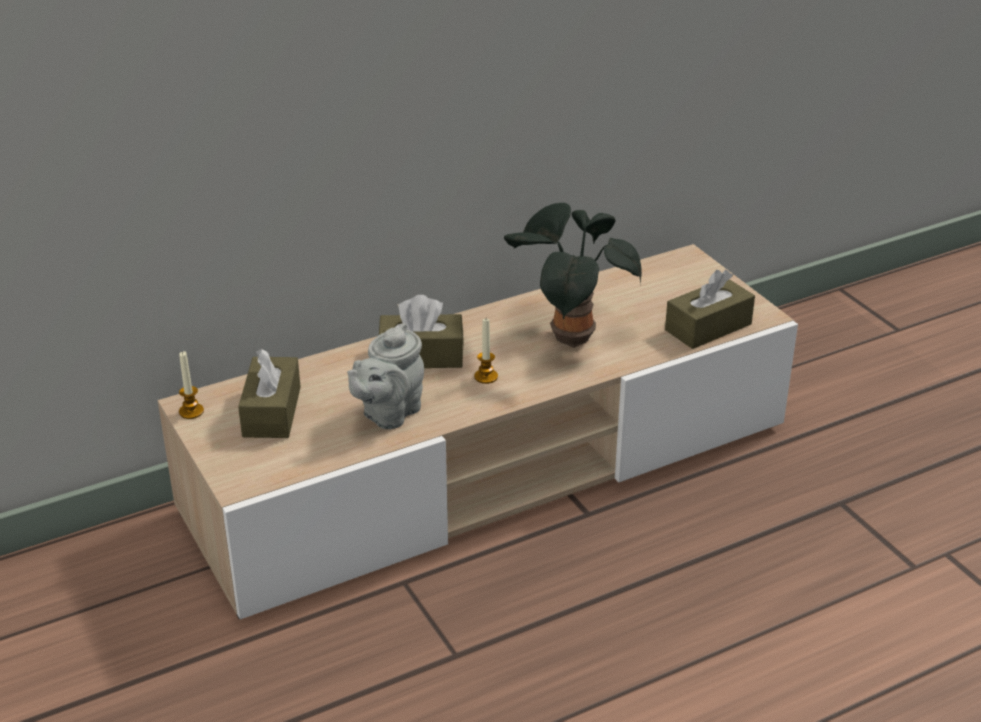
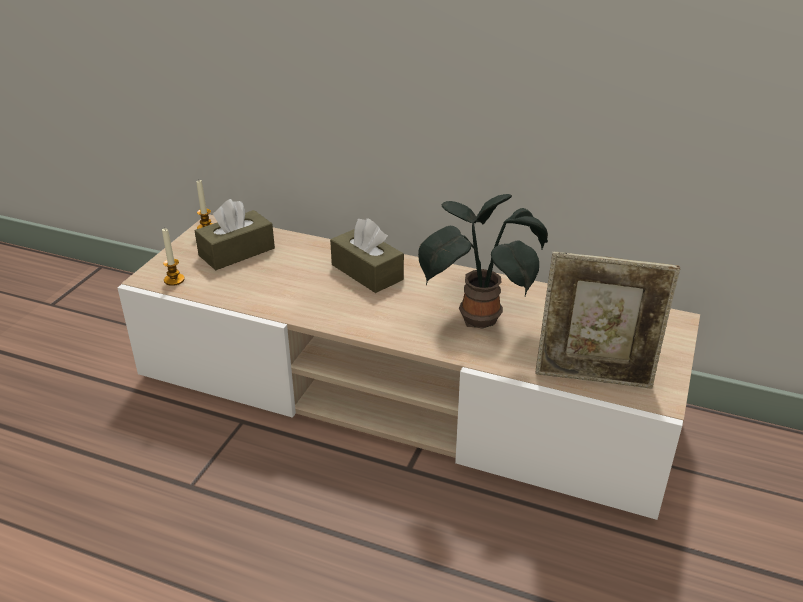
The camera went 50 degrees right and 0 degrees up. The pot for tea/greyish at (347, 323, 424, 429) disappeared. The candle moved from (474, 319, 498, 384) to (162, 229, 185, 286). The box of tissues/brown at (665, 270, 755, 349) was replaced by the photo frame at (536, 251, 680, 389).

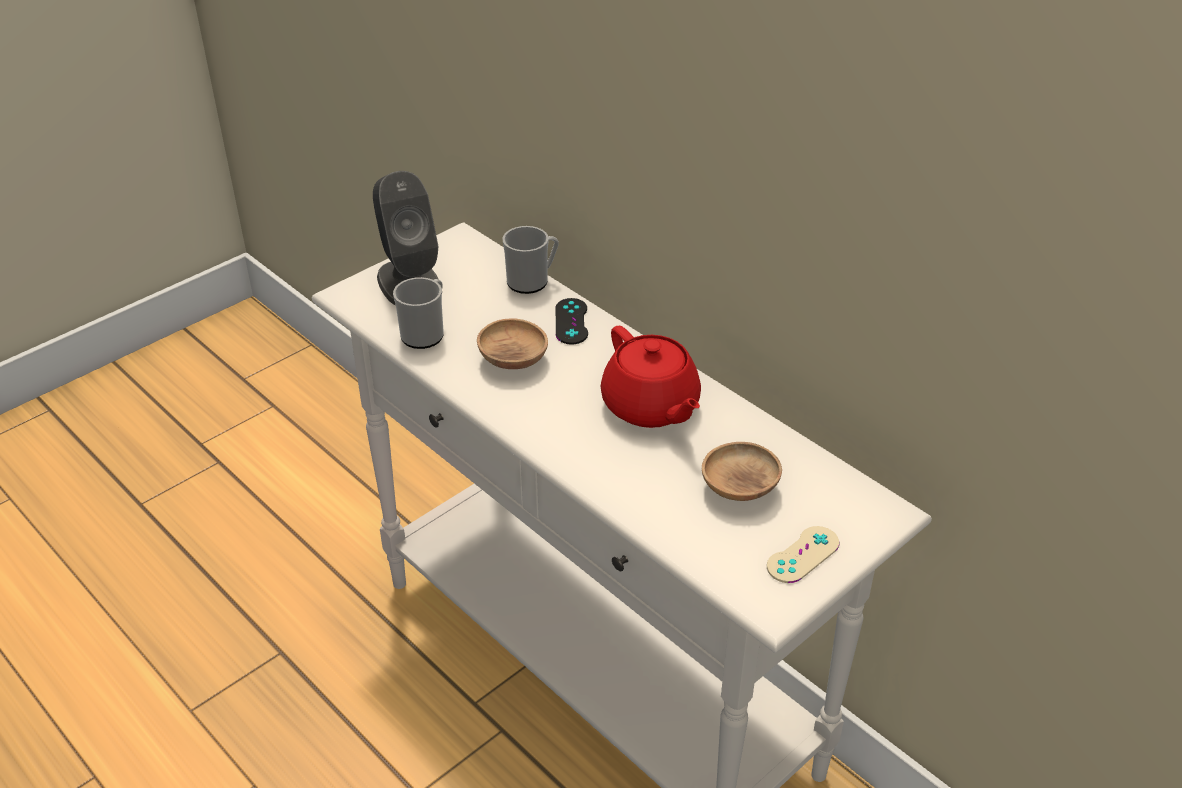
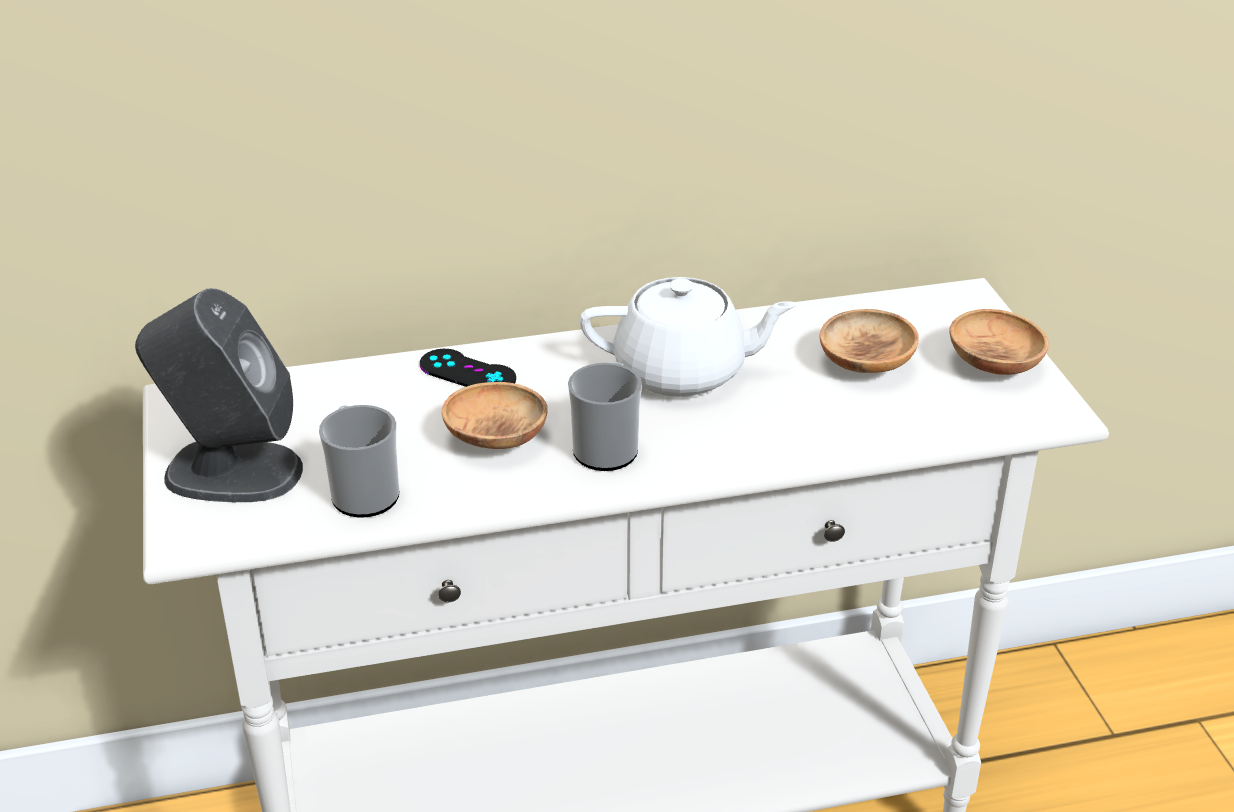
The camera went 60 degrees left and 5 degrees down. The tea mug moved from (502, 226, 559, 294) to (568, 362, 642, 471). The game controller/beige-coloured at (767, 526, 839, 583) was replaced by the deep dish/brown at (949, 309, 1049, 375). The pot for tea/reddish at (601, 326, 701, 428) became the pot for tea/white-coloured at (580, 277, 797, 397).

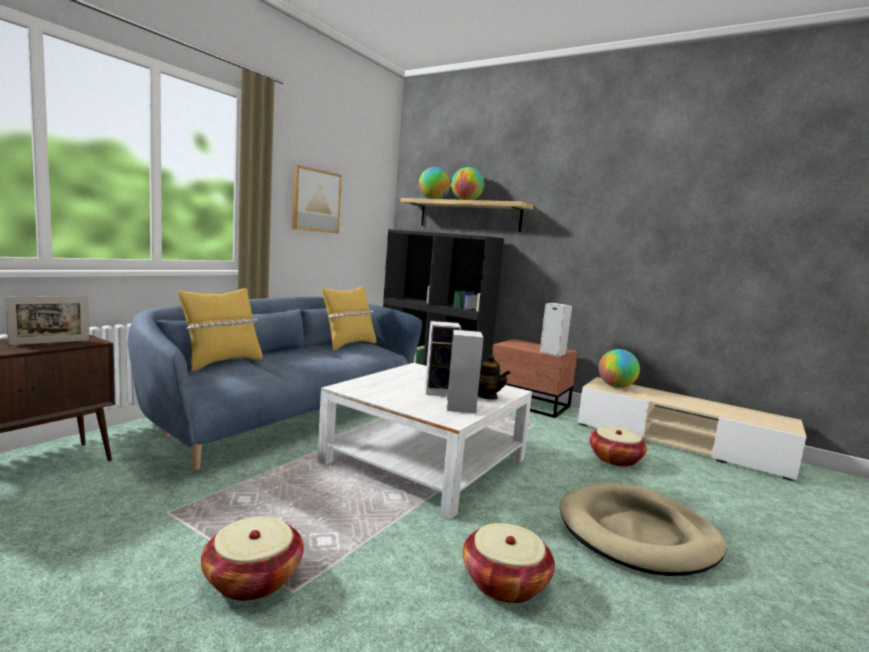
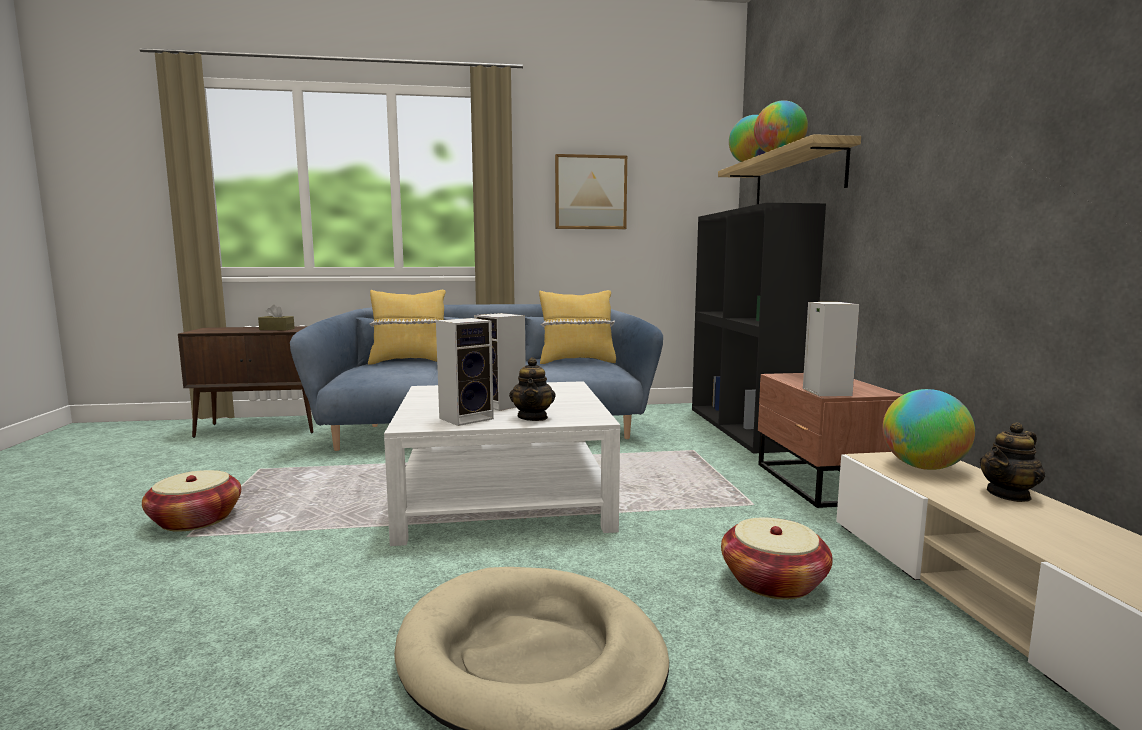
The camera went 50 degrees right and 0 degrees up. The household basket at (463, 523, 555, 603) disappeared. The pot for tea at (980, 422, 1045, 502) appeared. The photo frame at (5, 296, 89, 345) was replaced by the box of tissues/brown at (258, 305, 295, 330).

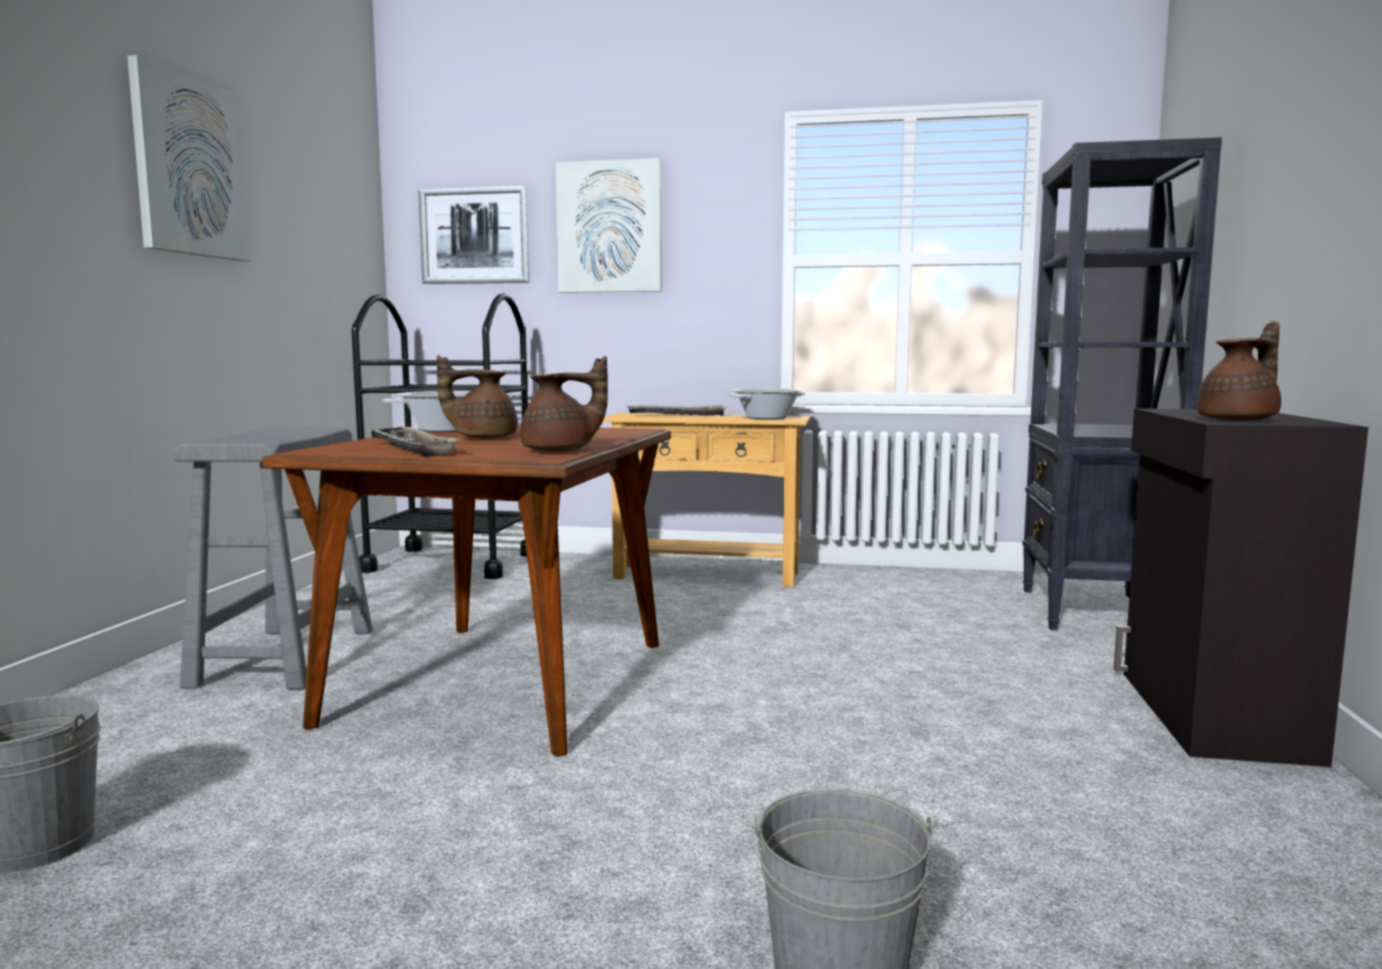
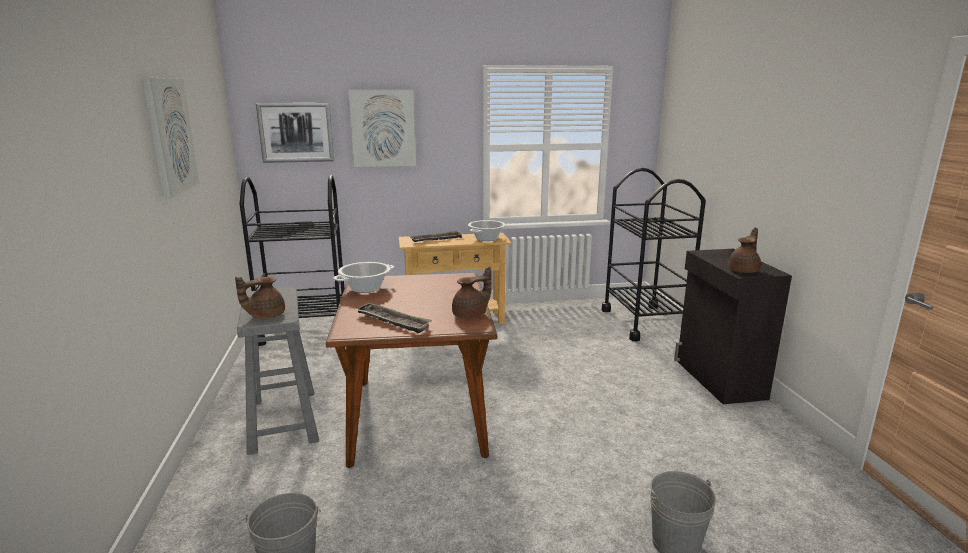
The camera went 20 degrees left and 10 degrees up. The pot for tea/brown moved from (437, 355, 518, 438) to (235, 277, 285, 319). The shelving unit/black at (1022, 137, 1222, 630) was replaced by the wheeled cart/black at (602, 168, 706, 341).

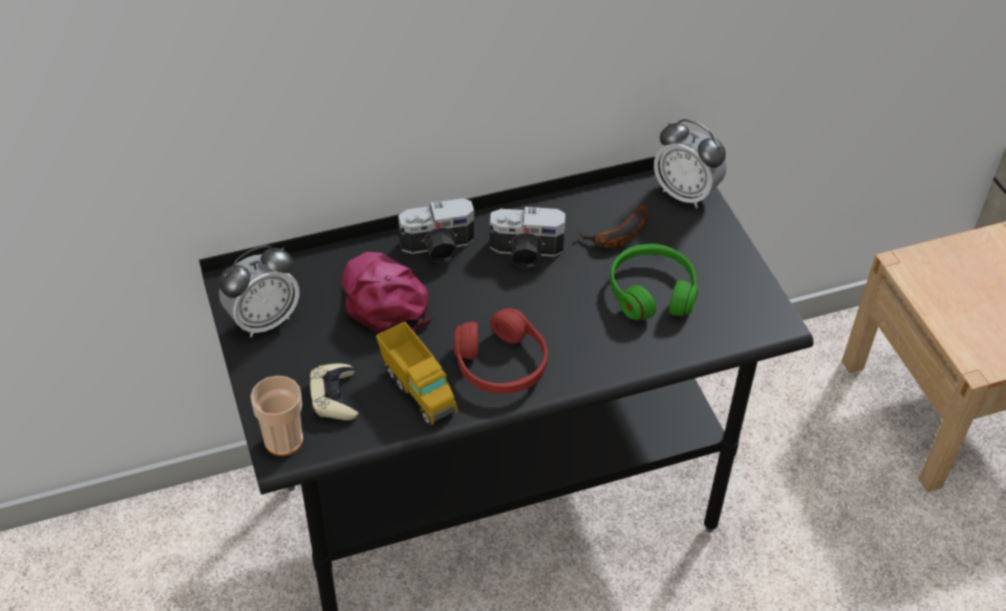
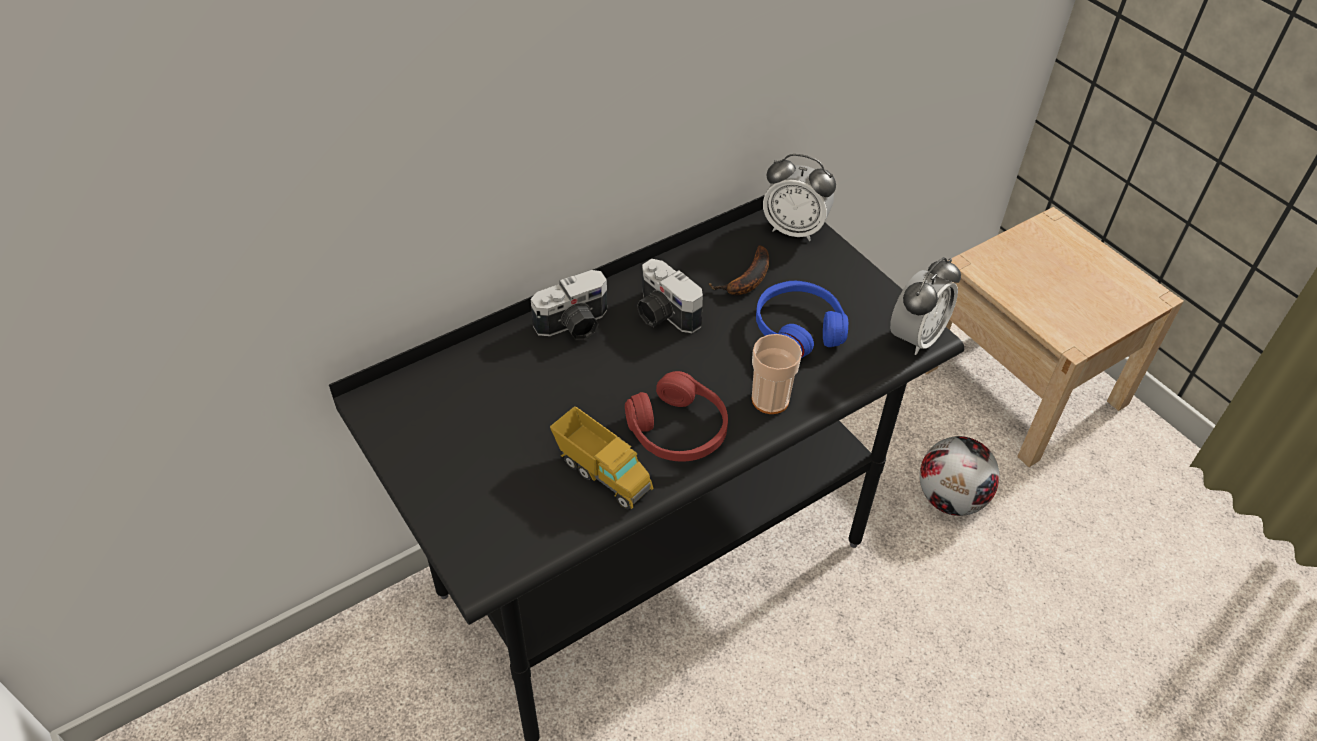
The camera went 15 degrees left and 0 degrees up. The game controller/beige-coloured at (309, 363, 359, 420) disappeared. The cap/pink at (342, 252, 432, 333) disappeared. The ball for football at (919, 436, 999, 516) appeared. The alarm clock moved from (219, 245, 300, 338) to (890, 257, 961, 355). The drinking cup moved from (250, 376, 303, 456) to (752, 334, 802, 414). The pair of headphones/green-coloured at (610, 244, 698, 321) became the pair of headphones/bluish at (756, 281, 848, 358). The photo camera at (490, 207, 566, 269) turned 60 degrees clockwise.

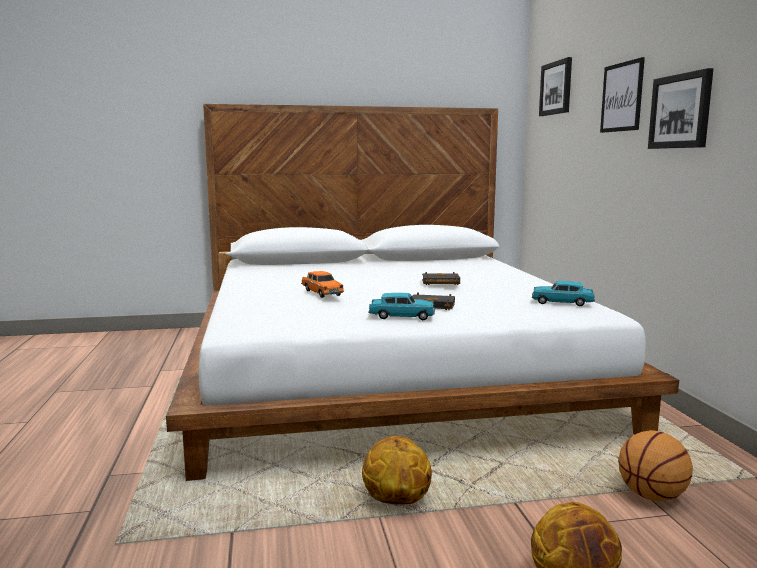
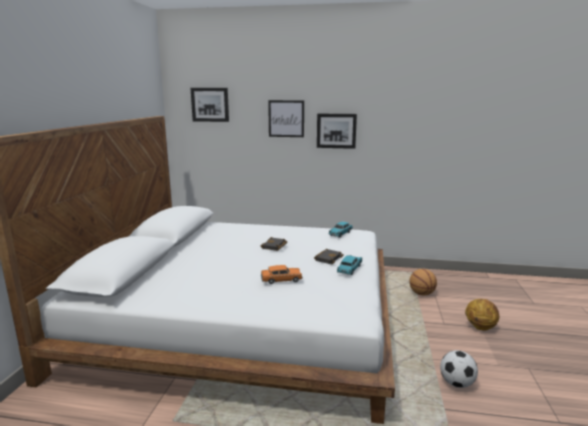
The camera went 70 degrees left and 5 degrees up. The basketball at (362, 436, 432, 505) disappeared. The ball for football at (440, 350, 478, 388) appeared.

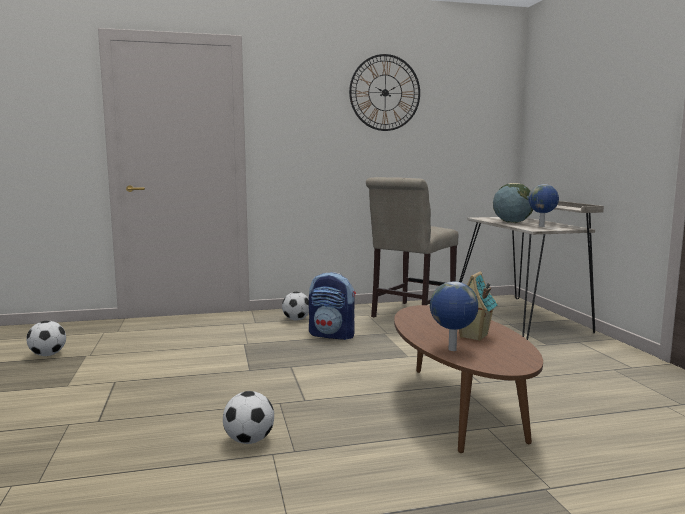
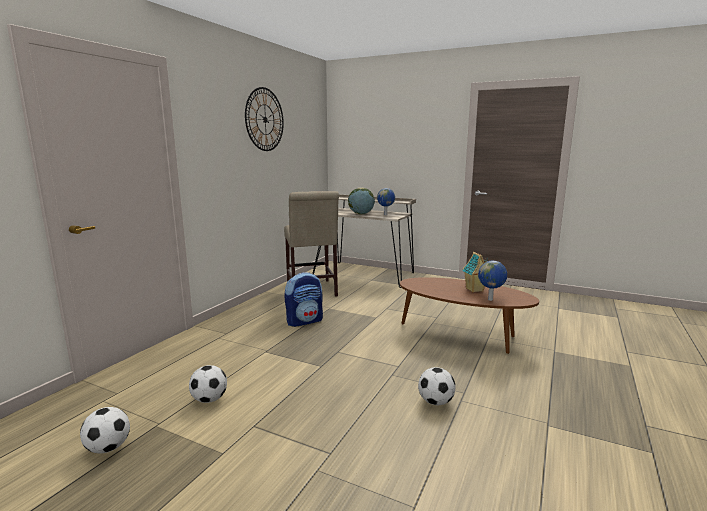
The camera went 50 degrees left and 5 degrees up. The ball for football moved from (282, 292, 309, 321) to (189, 365, 227, 403).

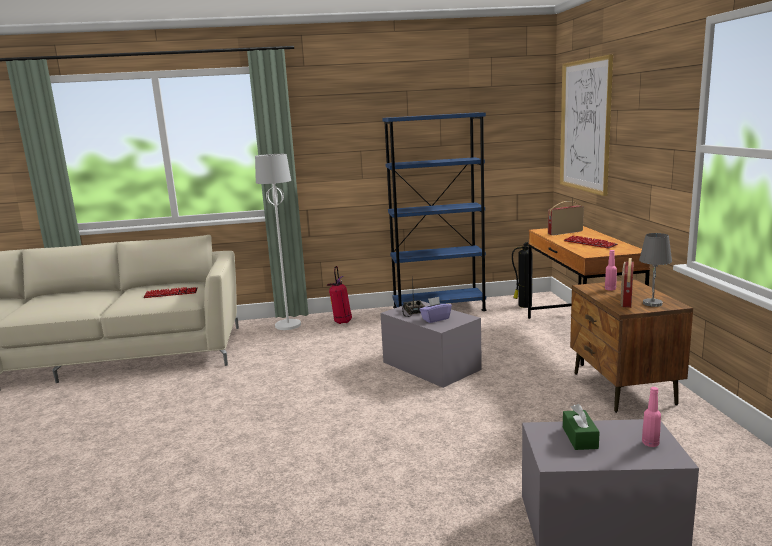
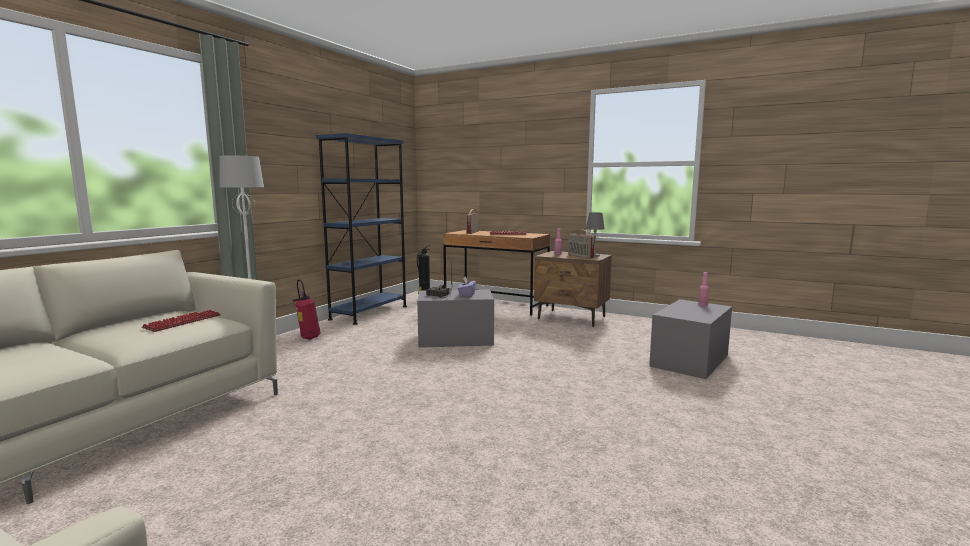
The camera went 55 degrees left and 5 degrees down. The wall art at (560, 54, 613, 196) disappeared. The box of tissues/green-coloured at (563, 404, 600, 450) disappeared.

